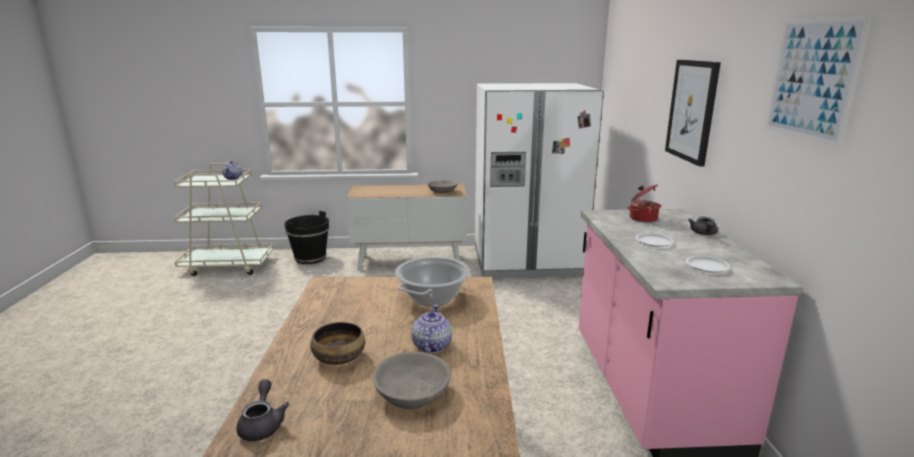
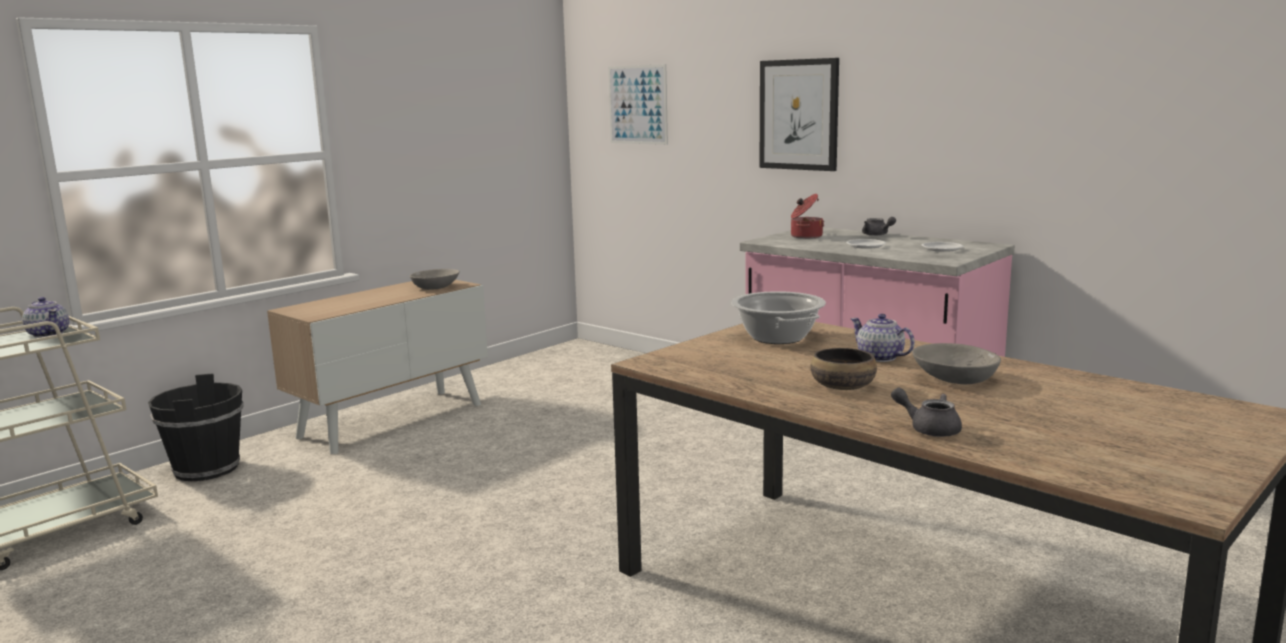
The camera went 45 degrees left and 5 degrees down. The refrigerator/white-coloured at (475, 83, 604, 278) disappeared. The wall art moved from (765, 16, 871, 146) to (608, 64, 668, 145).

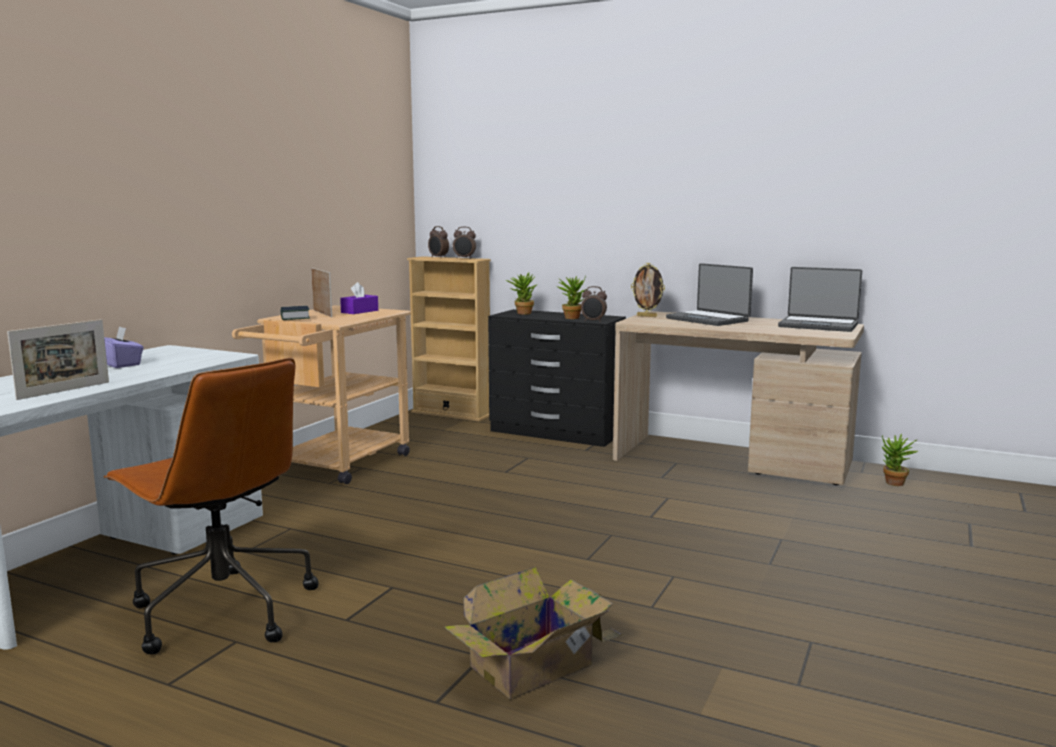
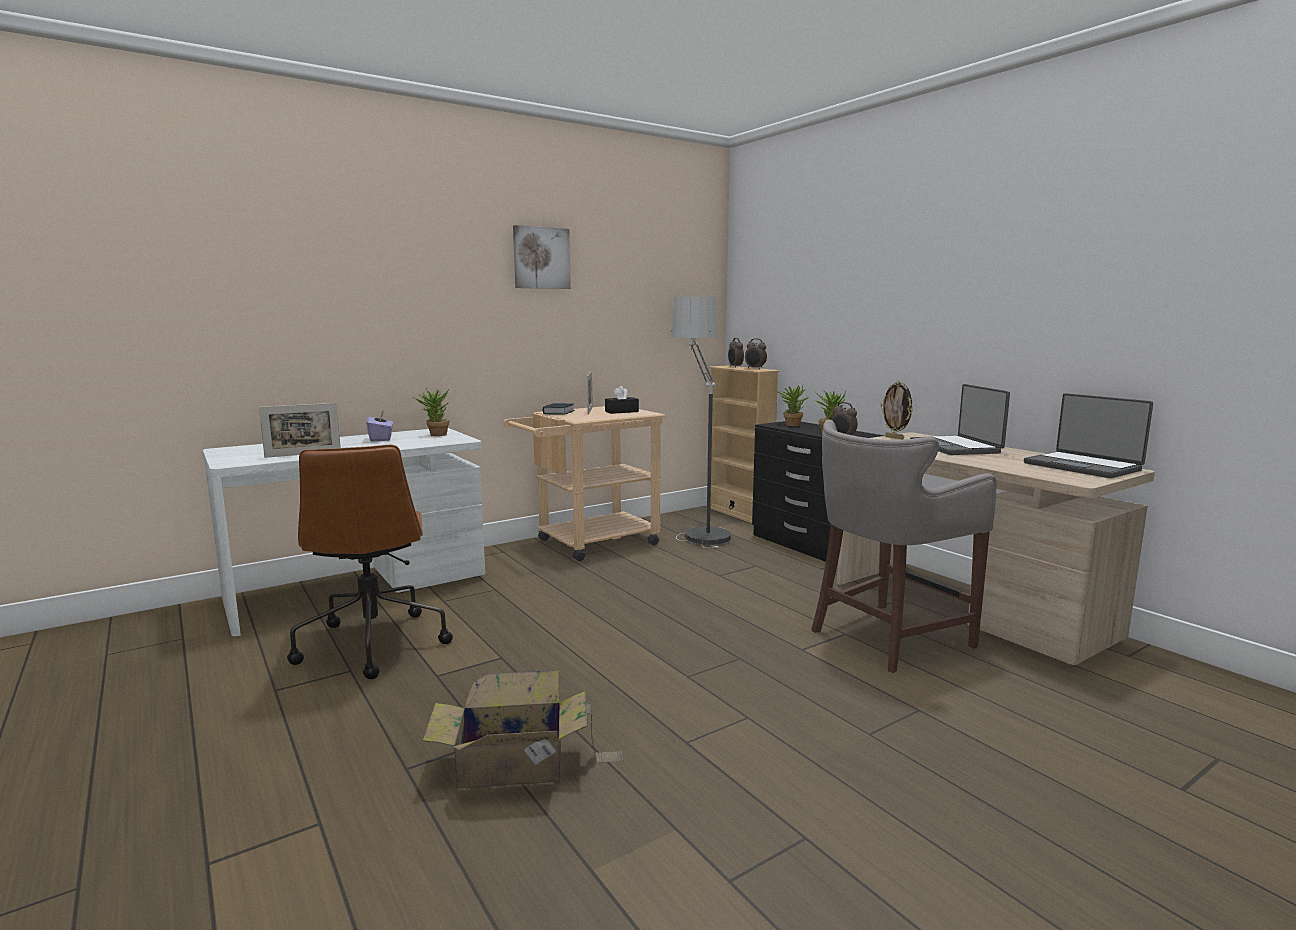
The camera went 30 degrees right and 0 degrees up. The wall art at (513, 225, 571, 289) appeared. The standard lamp at (671, 297, 731, 548) appeared. The stool seat/greyish at (811, 419, 997, 673) appeared. The houseplant moved from (882, 434, 918, 486) to (413, 388, 449, 436). The box of tissues/purple-coloured at (340, 282, 378, 314) became the box of tissues/black at (605, 386, 639, 414).

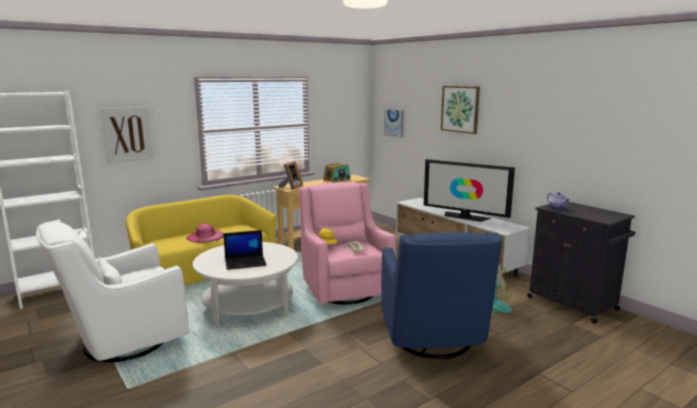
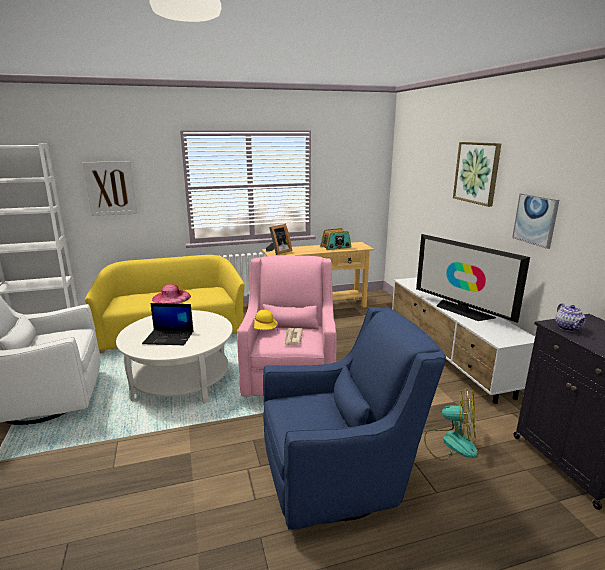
The camera went 20 degrees right and 5 degrees up. The wall art moved from (384, 109, 404, 138) to (512, 193, 559, 249). The armchair/bluish at (381, 232, 502, 359) turned 120 degrees counterclockwise.

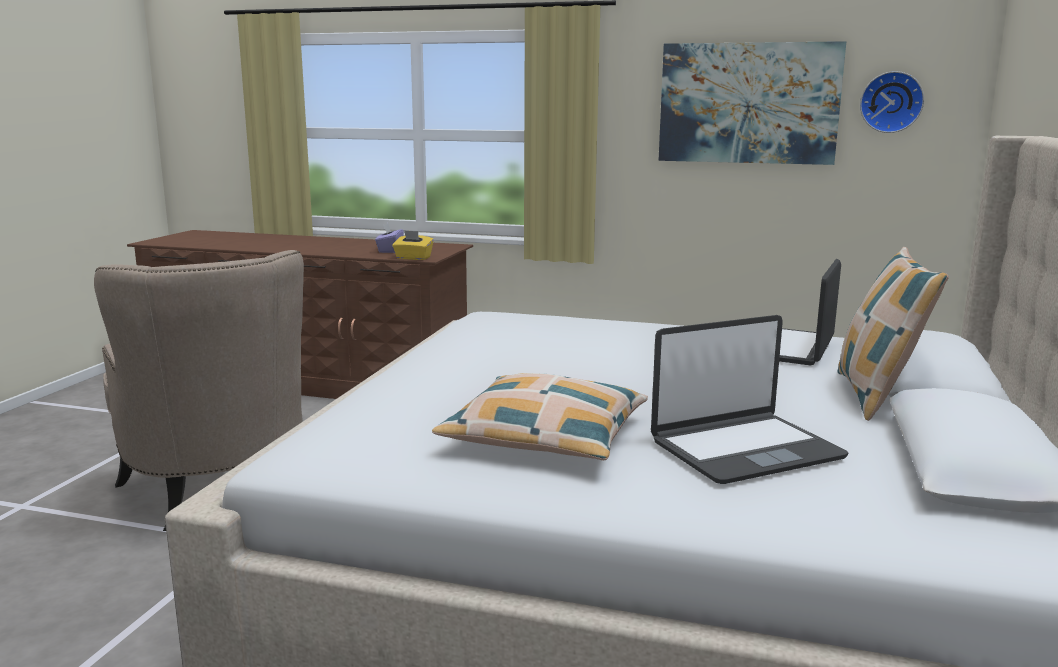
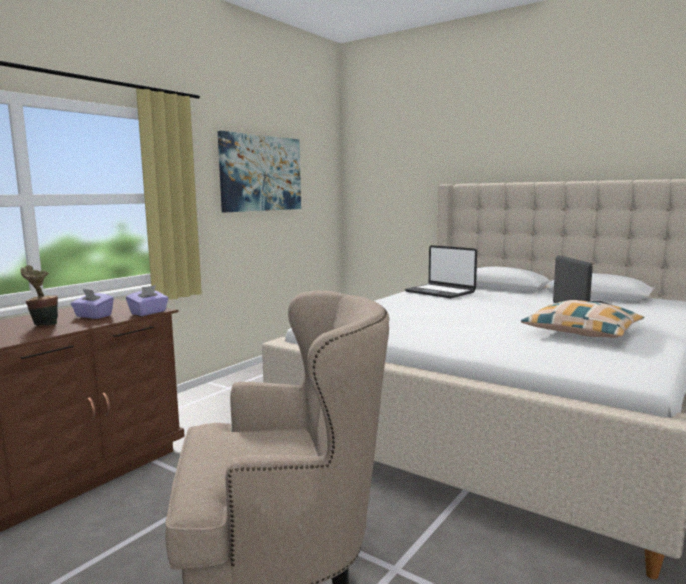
The camera went 70 degrees left and 5 degrees down. The pillow at (837, 247, 949, 421) disappeared. The clock on the wall at (860, 71, 924, 133) disappeared. The houseplant at (21, 265, 58, 326) appeared. The box of tissues/yellow at (392, 230, 434, 260) became the box of tissues/purple-coloured at (126, 285, 169, 316).

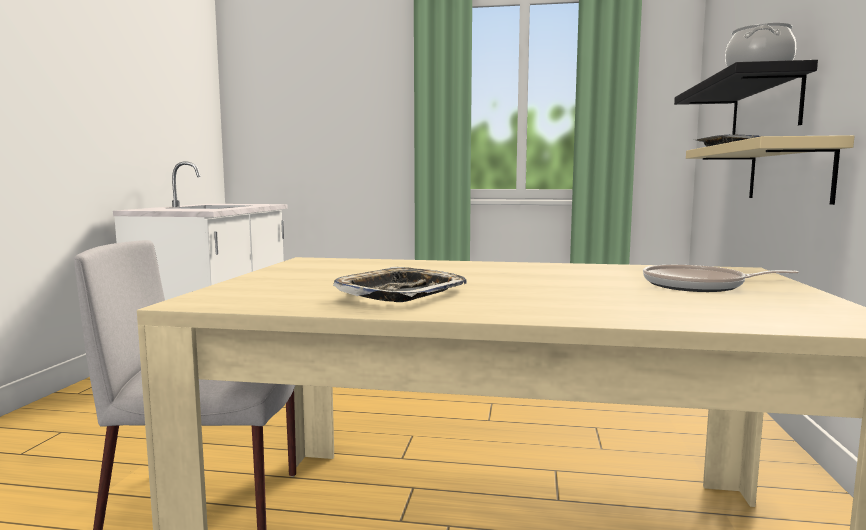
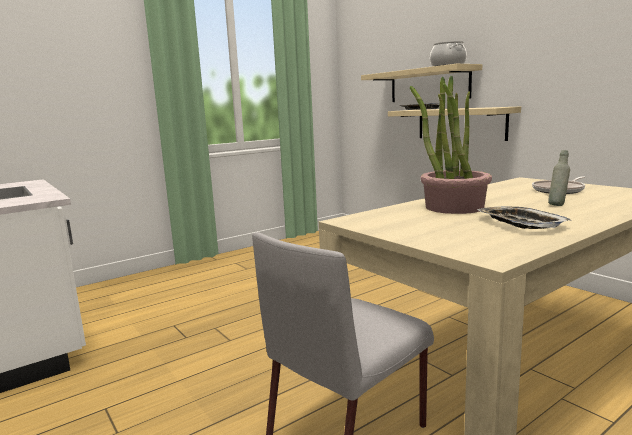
The camera went 45 degrees left and 5 degrees up. The houseplant at (410, 76, 492, 214) appeared. The beverage bottle/greyish at (548, 150, 570, 206) appeared. The shelf/black at (674, 60, 818, 135) became the shelf/beige-coloured at (361, 64, 482, 102).

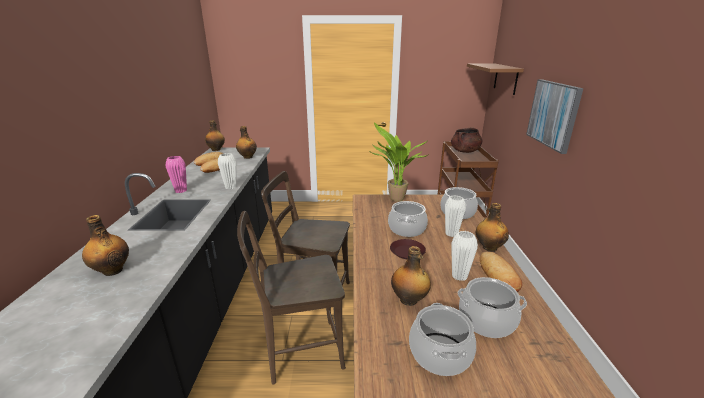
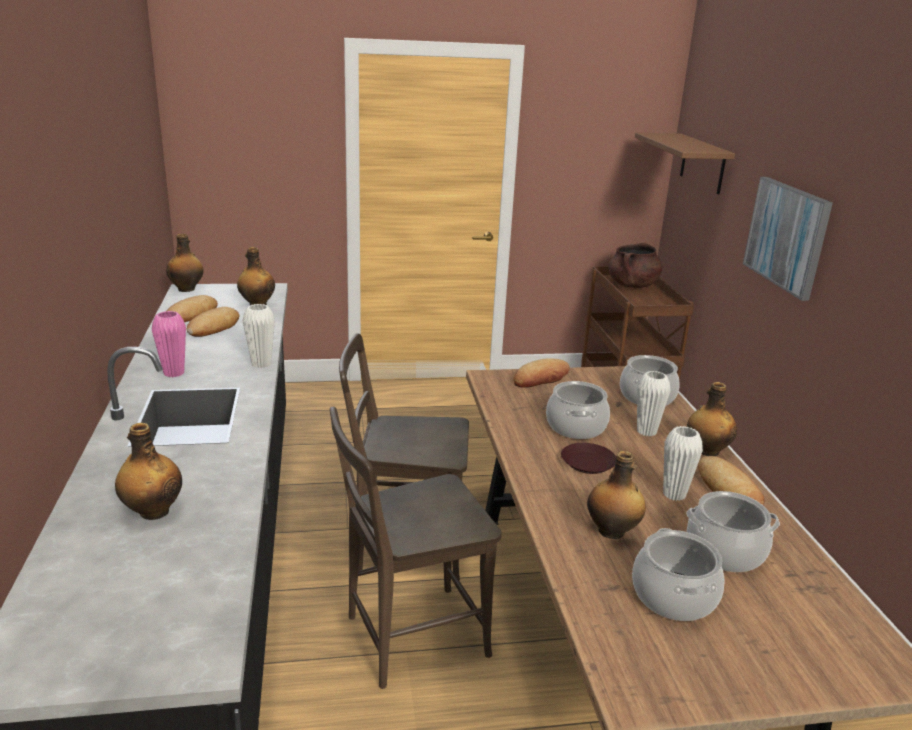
The camera went 10 degrees left and 0 degrees up. The houseplant at (371, 122, 429, 202) was replaced by the bread at (513, 358, 570, 388).

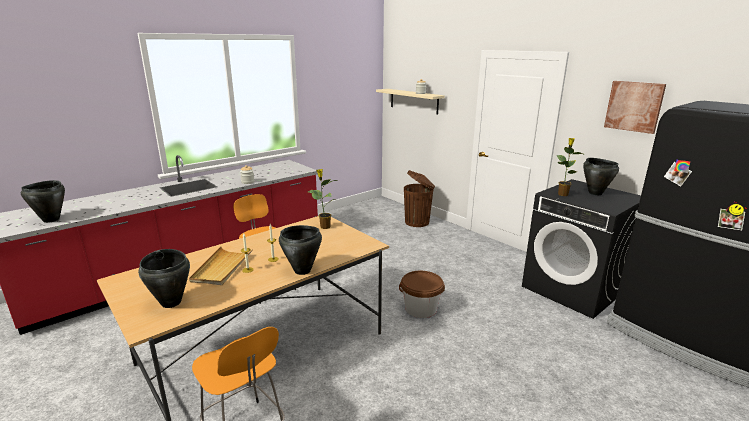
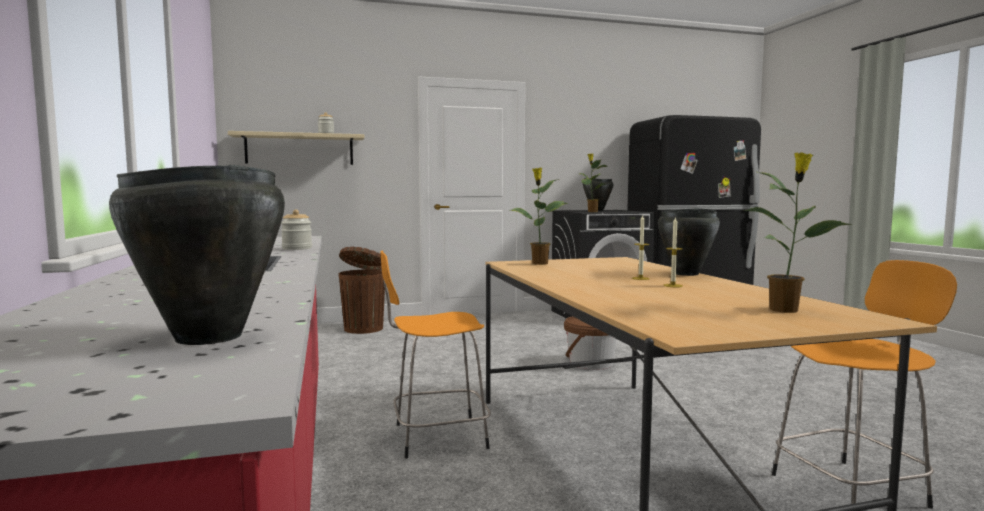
The camera went 65 degrees left and 15 degrees down. The carrying tray/beige-coloured at (189, 247, 253, 285) disappeared. The wall art at (604, 81, 666, 134) disappeared. The saucepot/black at (138, 249, 190, 308) was replaced by the houseplant at (744, 153, 852, 313).

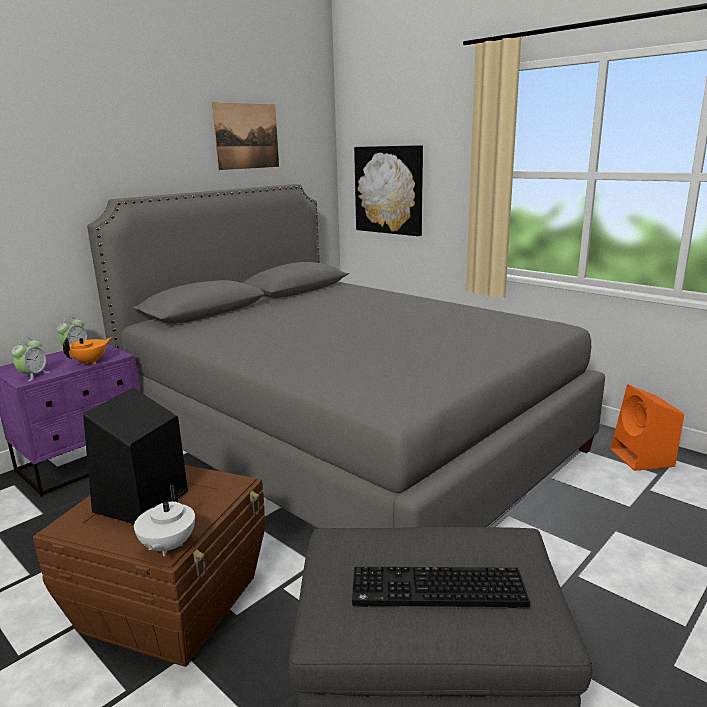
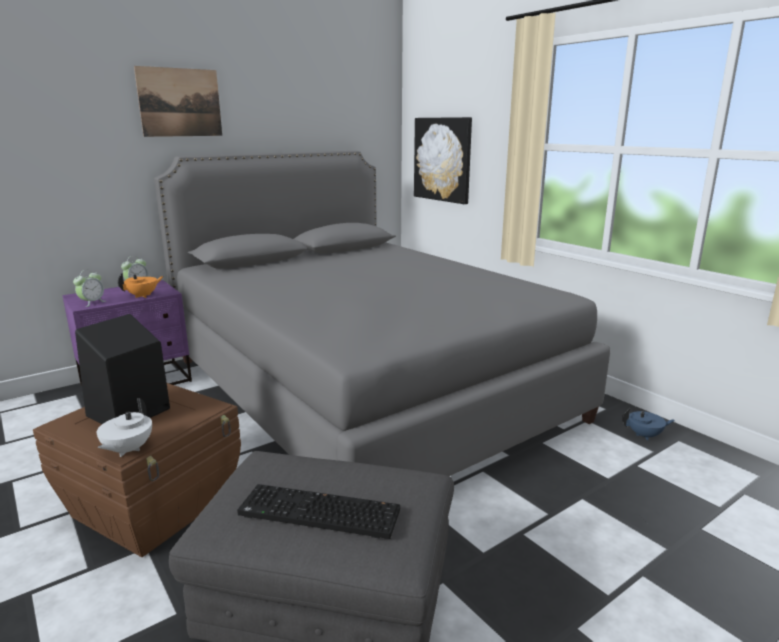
The camera went 10 degrees right and 0 degrees up. The wall art moved from (212, 102, 279, 170) to (134, 66, 222, 137). The loudspeaker/orangey at (610, 385, 684, 471) was replaced by the pot for tea/bluish at (622, 408, 675, 440).

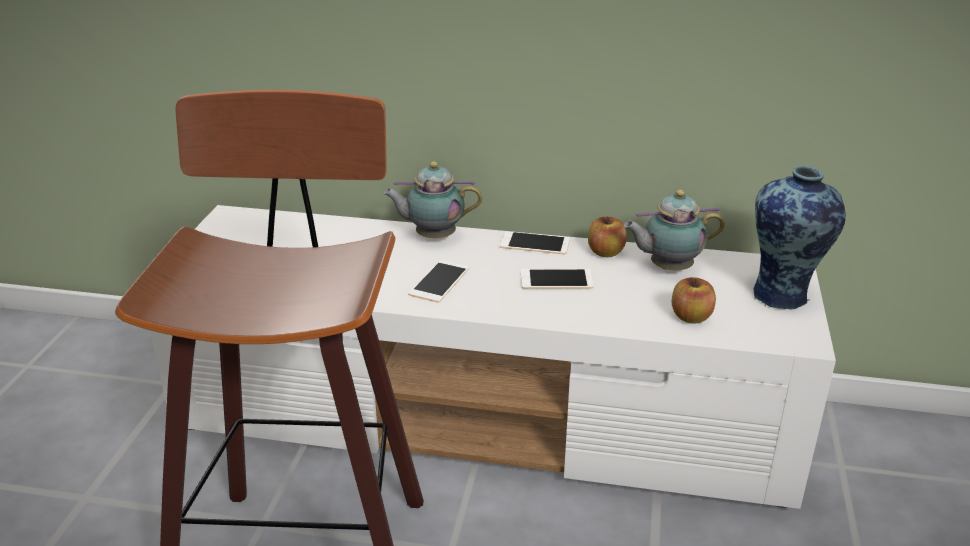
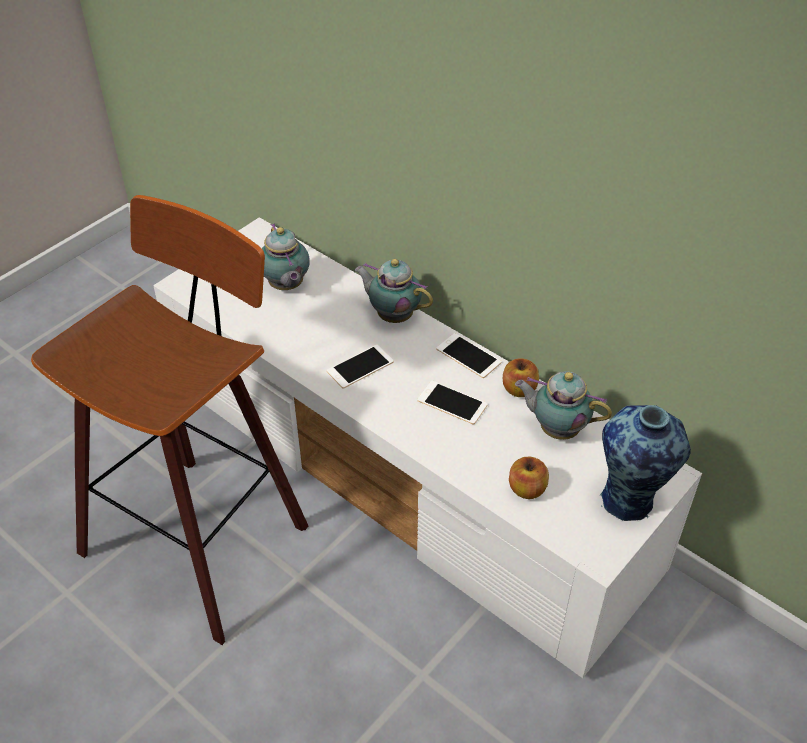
The camera went 30 degrees right and 15 degrees up. The pot for tea at (262, 223, 310, 290) appeared.

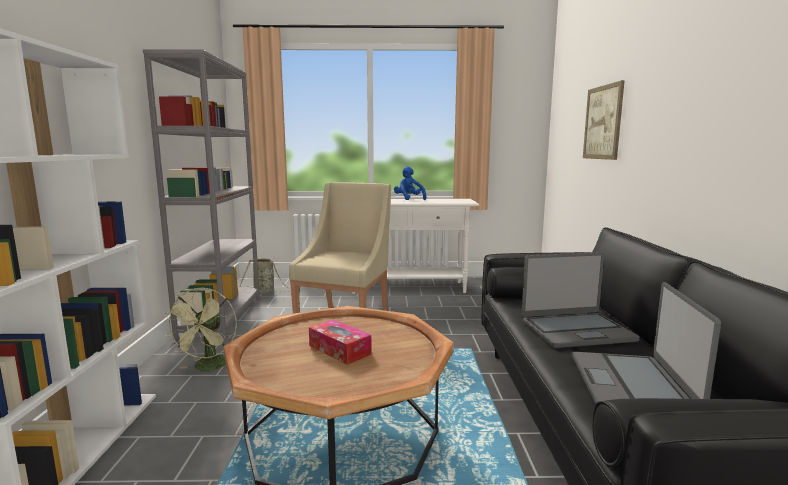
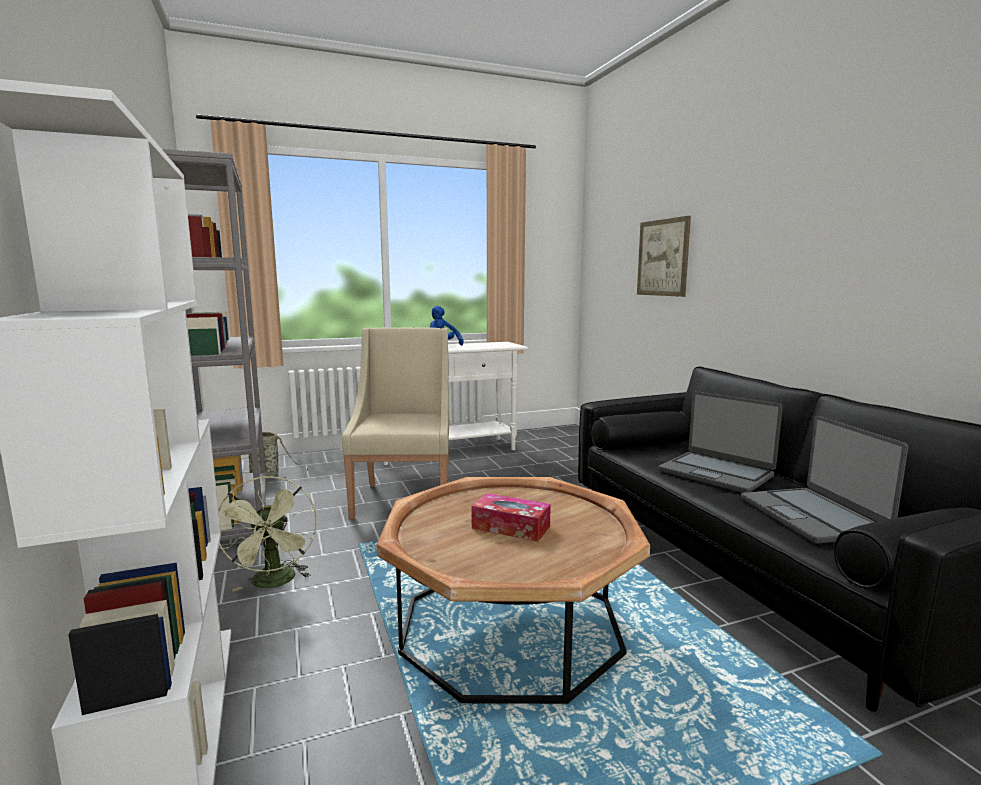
The camera went 20 degrees left and 0 degrees up. The portable computer at (522, 252, 640, 348) turned 75 degrees clockwise.

